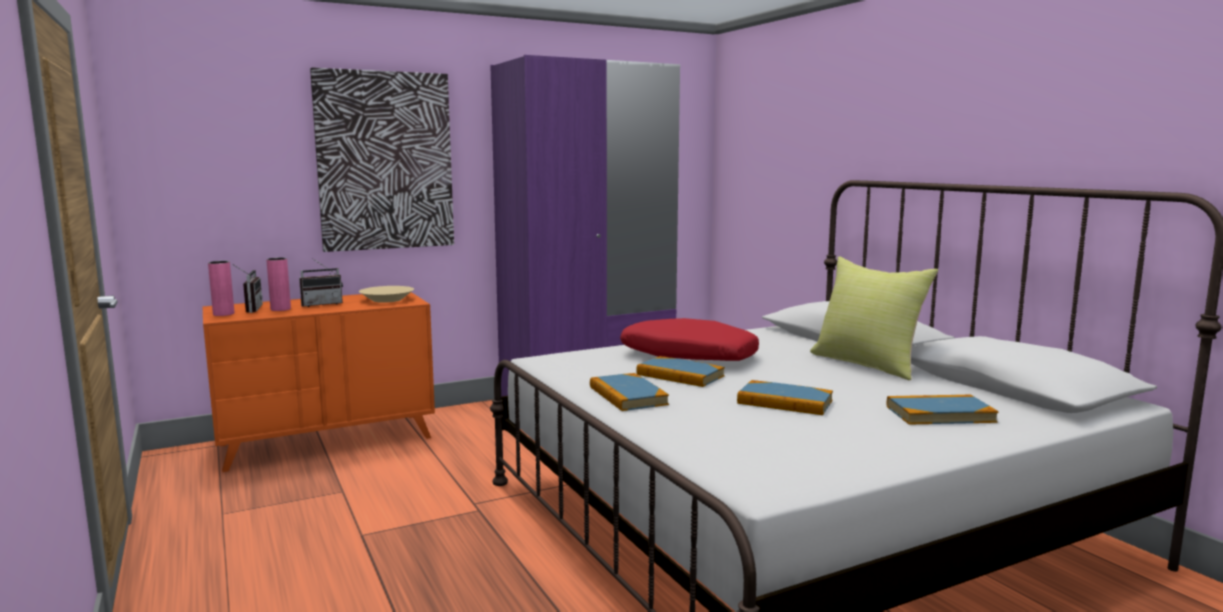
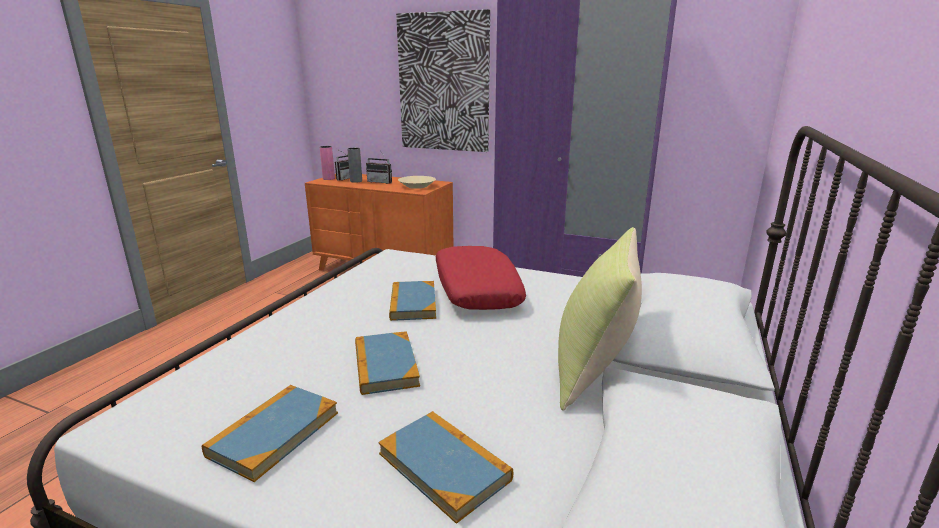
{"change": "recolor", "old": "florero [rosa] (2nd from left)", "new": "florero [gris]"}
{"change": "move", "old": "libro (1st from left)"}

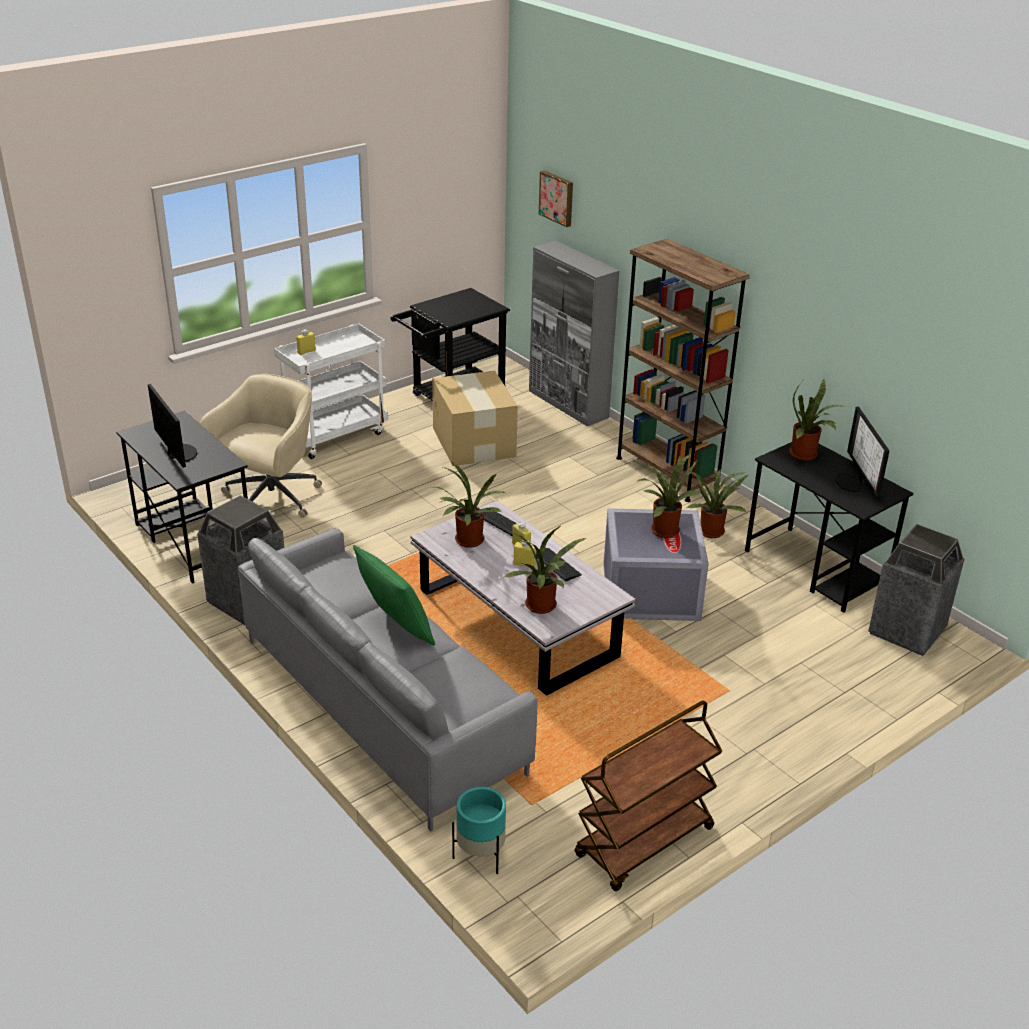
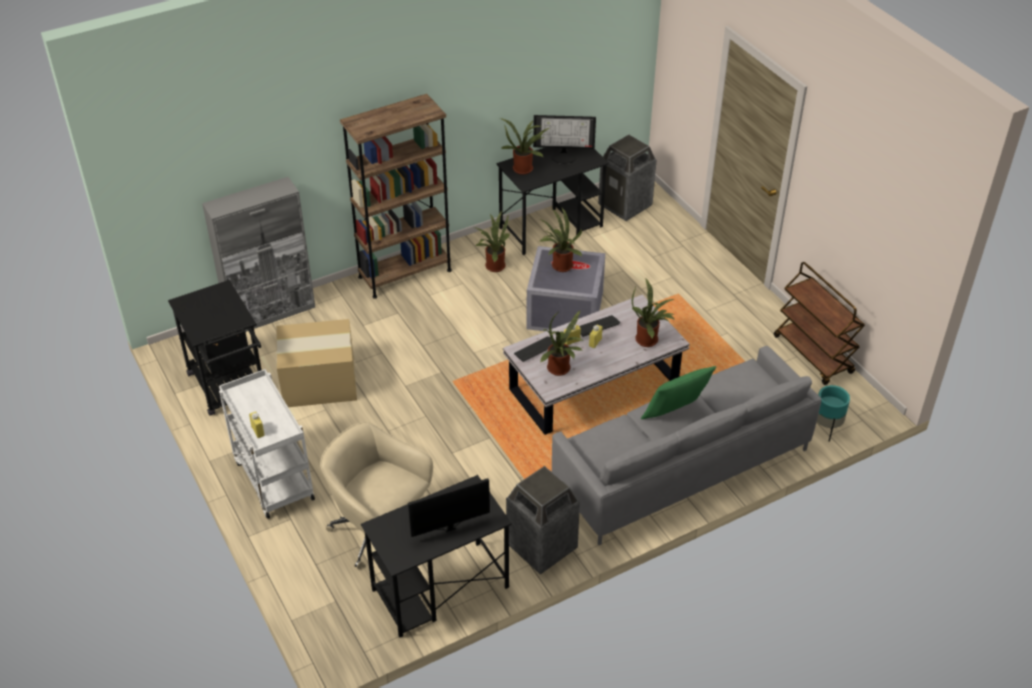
{"change": "delete", "old": "cuadro"}

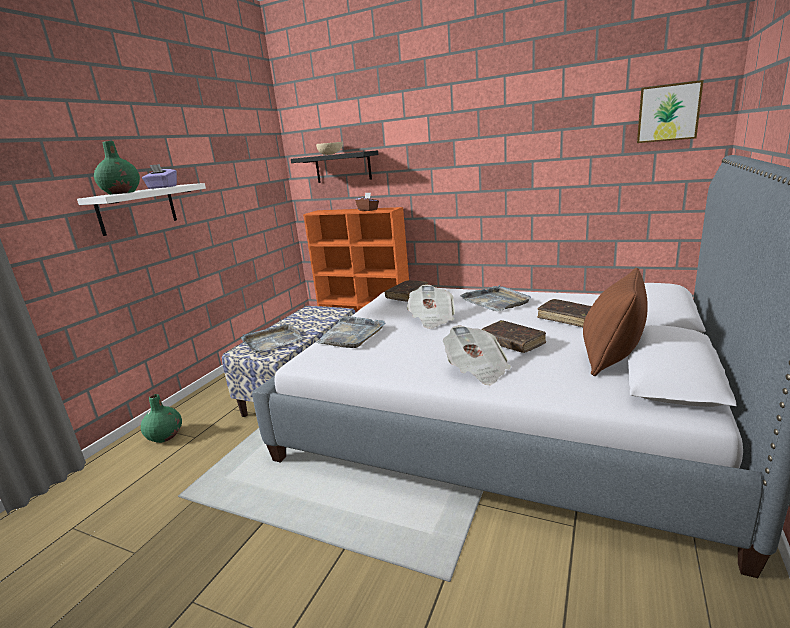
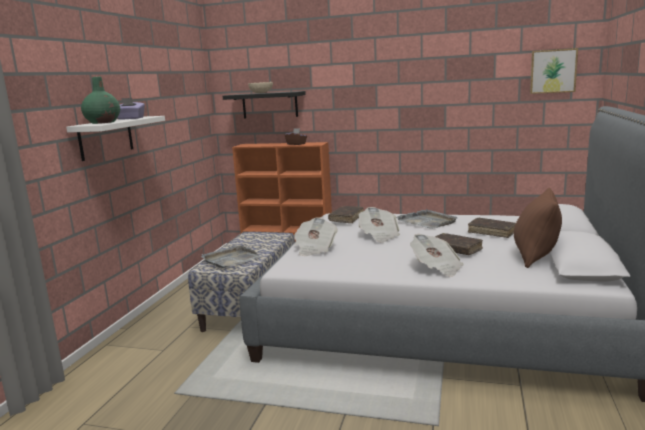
{"change": "delete", "old": "florero [verde] (2nd from left)"}
{"change": "replace", "old": "bandeja [gris] (2nd from left)", "new": "periódico (1st from left)"}

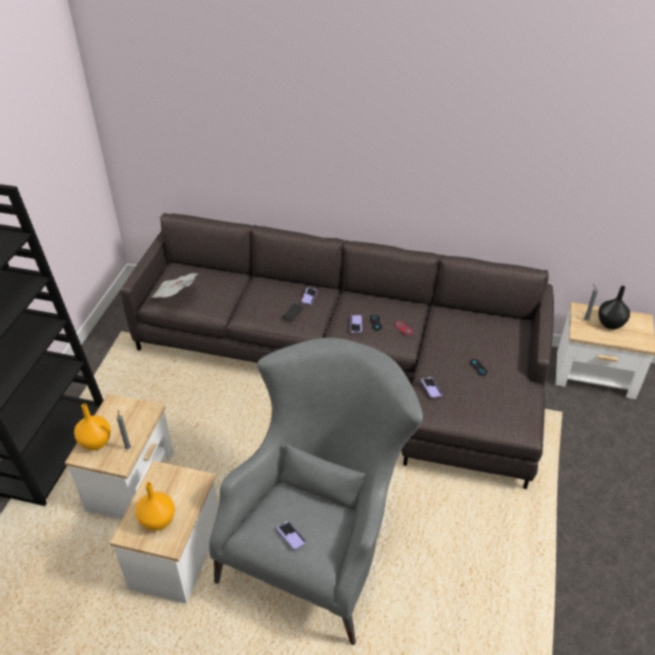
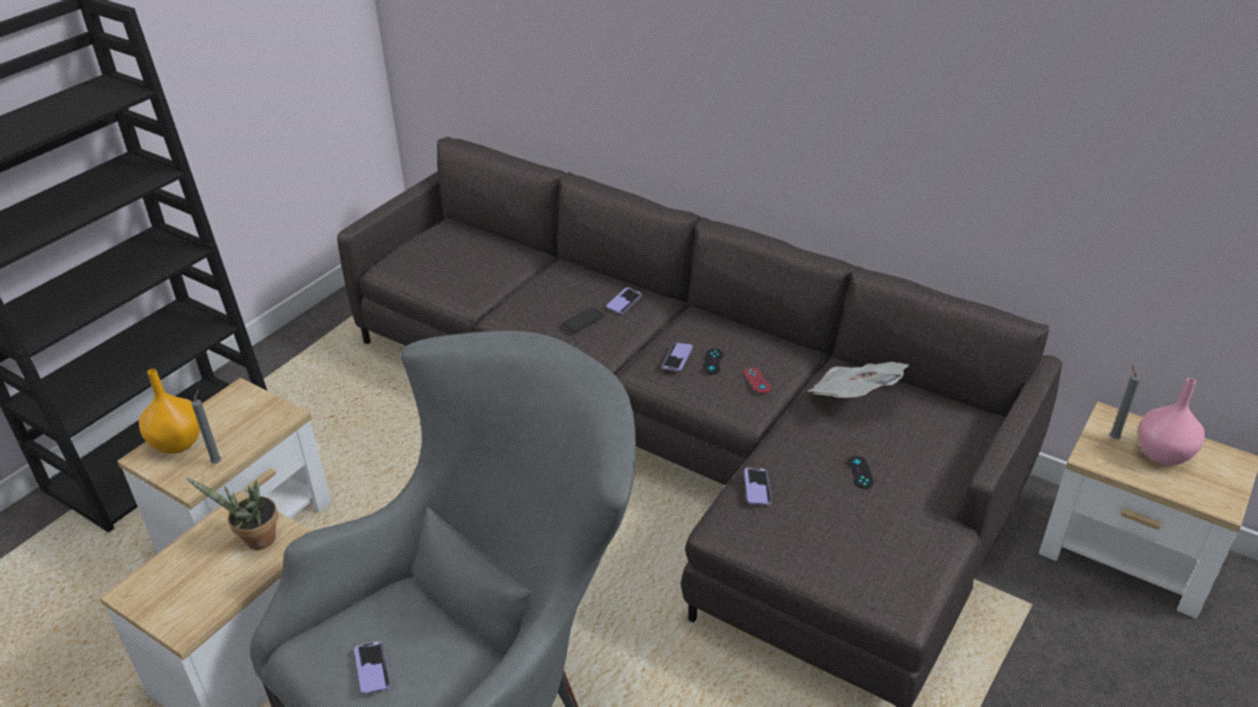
{"change": "delete", "old": "florero [naranja] (2nd from left)"}
{"change": "move", "old": "periódico"}
{"change": "recolor", "old": "florero [negro]", "new": "florero [rosa]"}
{"change": "insert", "new": "planta en maceta"}

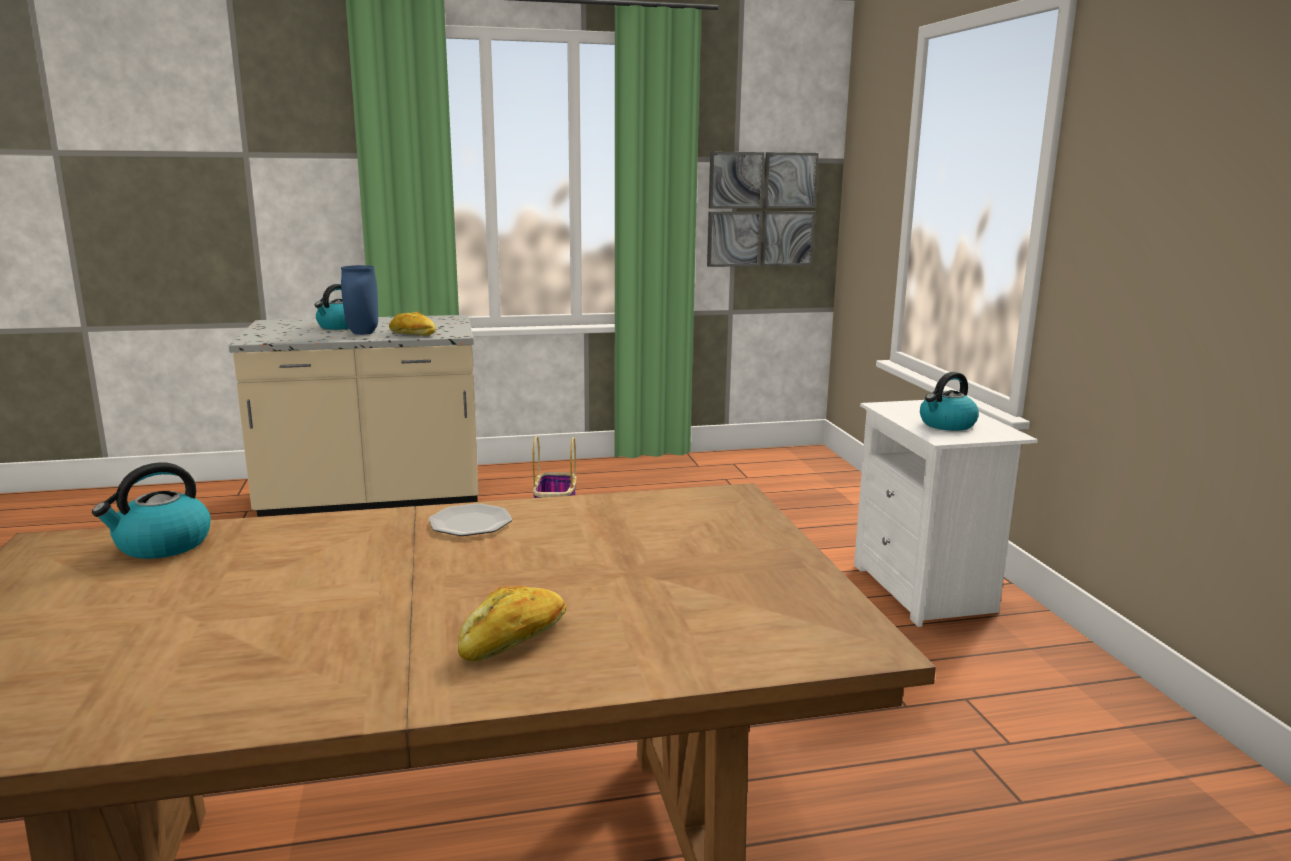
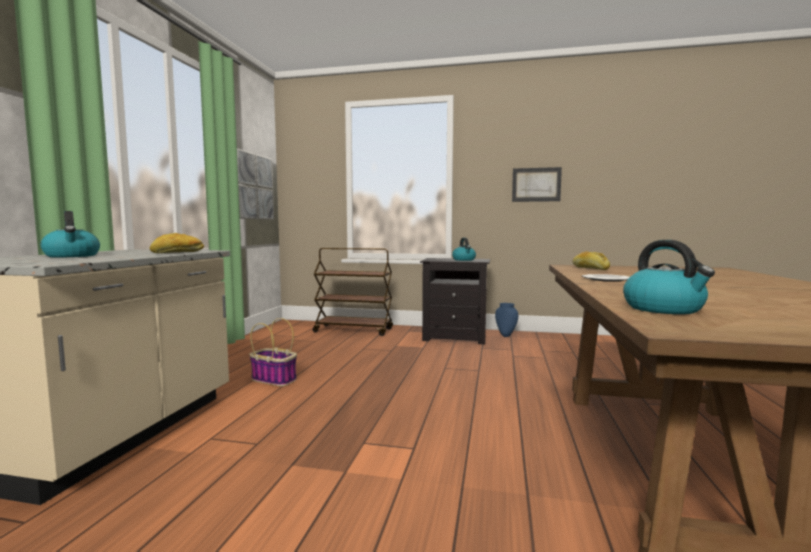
{"change": "move", "old": "florero [azul]"}
{"change": "move", "old": "pan (2nd from left)"}
{"change": "recolor", "old": "mesita de noche [blanco]", "new": "mesita de noche [negro]"}
{"change": "insert", "new": "carrito [marrón]"}
{"change": "insert", "new": "cuadro (2nd from left)"}

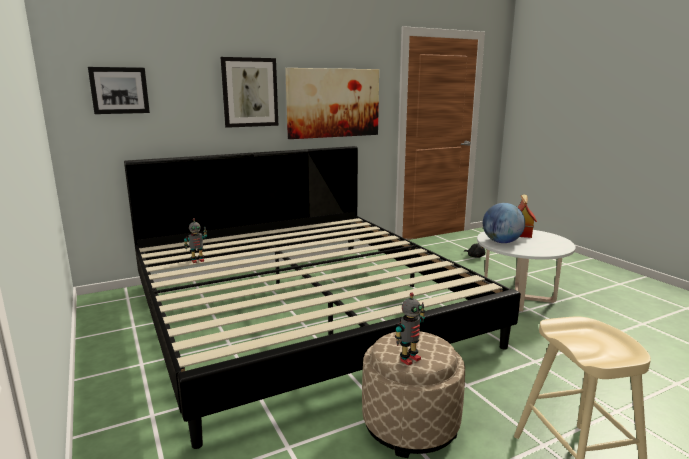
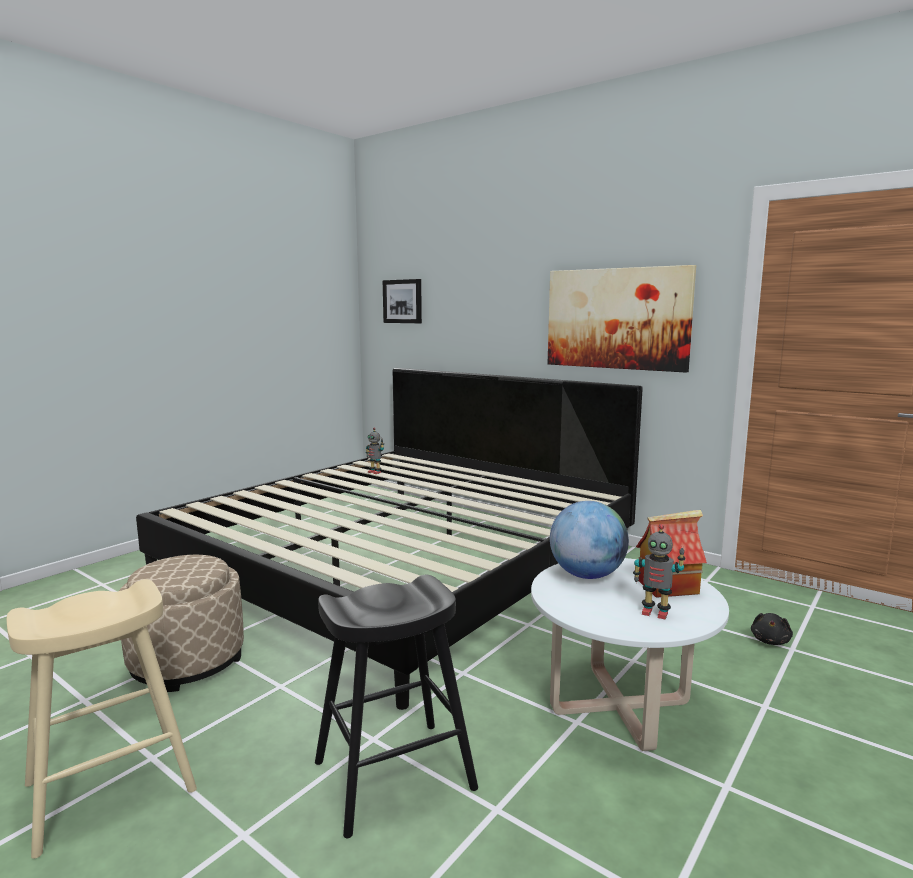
{"change": "delete", "old": "cuadro (2nd from left)"}
{"change": "move", "old": "robot de juguete (2nd from left)"}
{"change": "insert", "new": "taburete [negro]"}

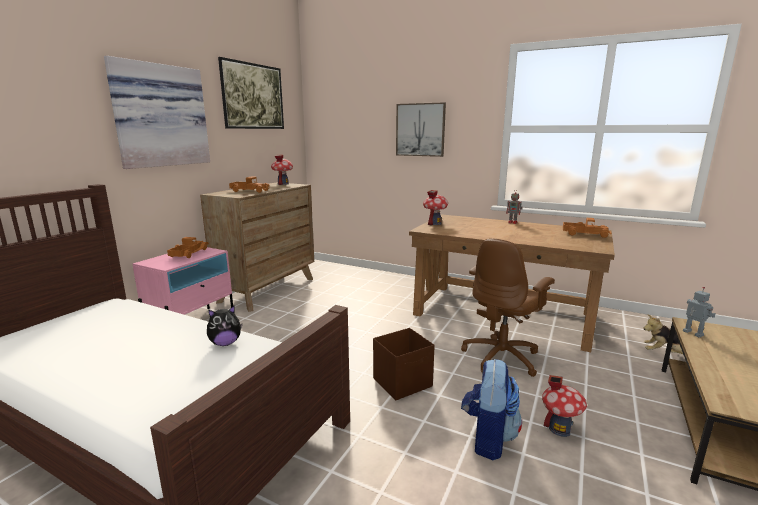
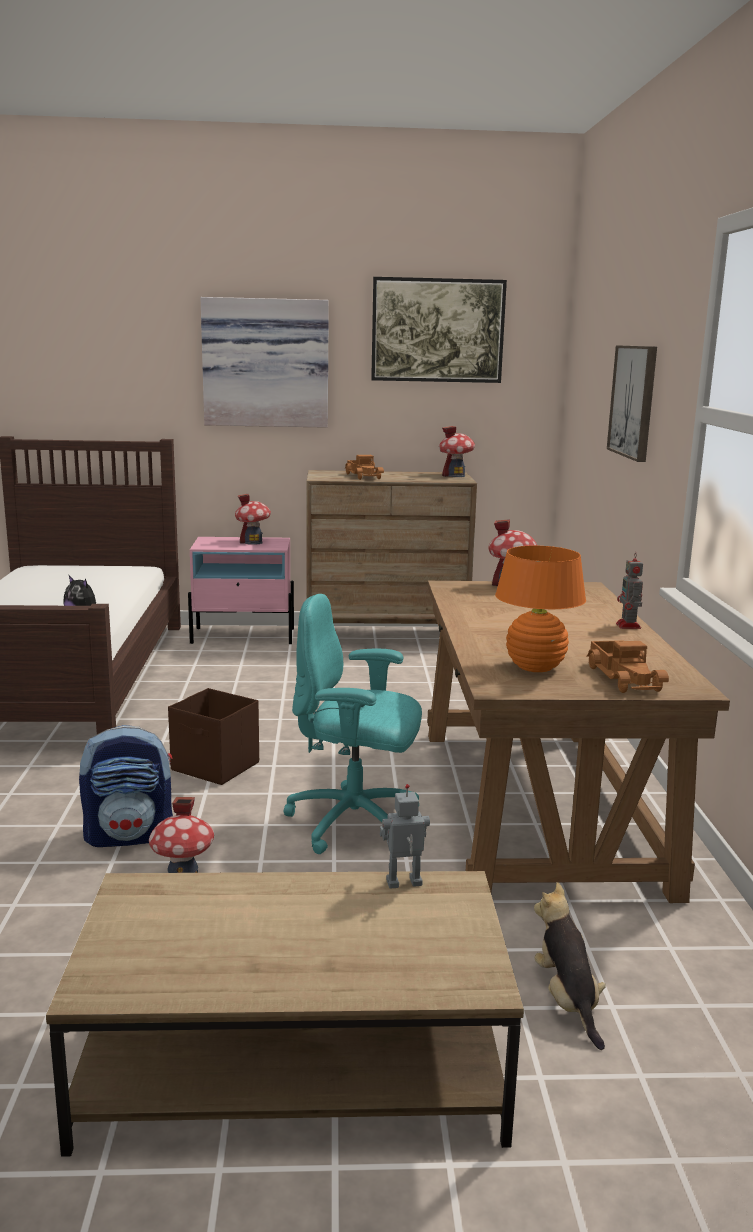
{"change": "replace", "old": "camión de juguete (1st from left)", "new": "casita (2nd from left)"}
{"change": "recolor", "old": "silla de oficina [marrón]", "new": "silla de oficina [turquesa]"}
{"change": "rotate", "old": "robot de juguete (2nd from left in the first image)", "degrees": -135}
{"change": "insert", "new": "lámpara de mesa [naranja]"}

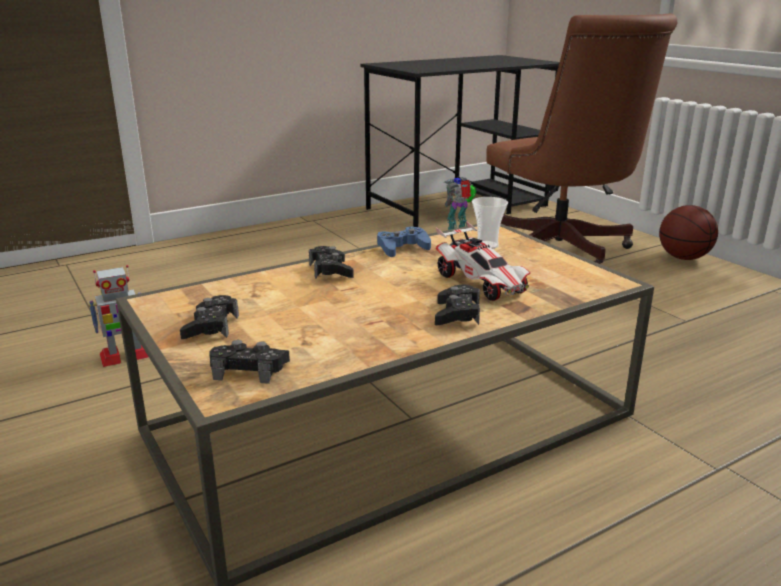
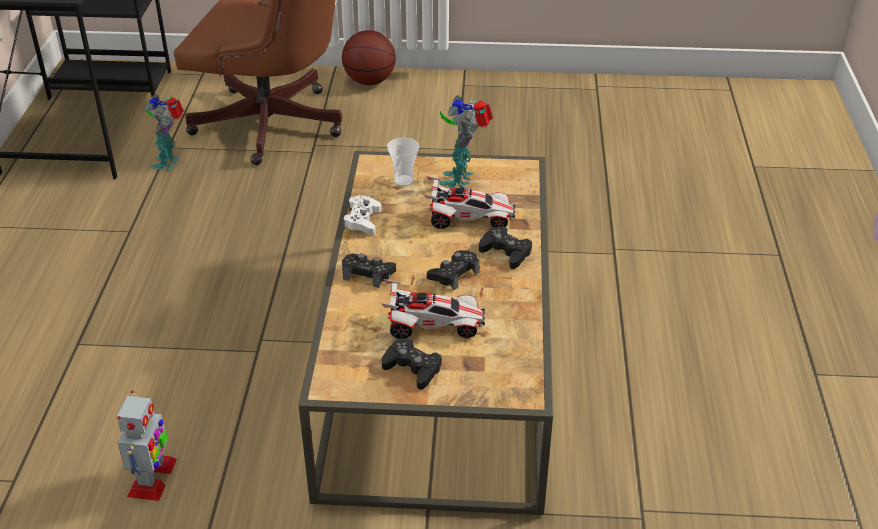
{"change": "move", "old": "mando de consola [negro] (2nd from left in the first image)", "new": "mando de consola [negro] (3rd from left)"}
{"change": "recolor", "old": "mando de consola [azul]", "new": "mando de consola [blanco]"}
{"change": "insert", "new": "coche de juguete (1st from left)"}
{"change": "insert", "new": "robot de juguete (3rd from left)"}

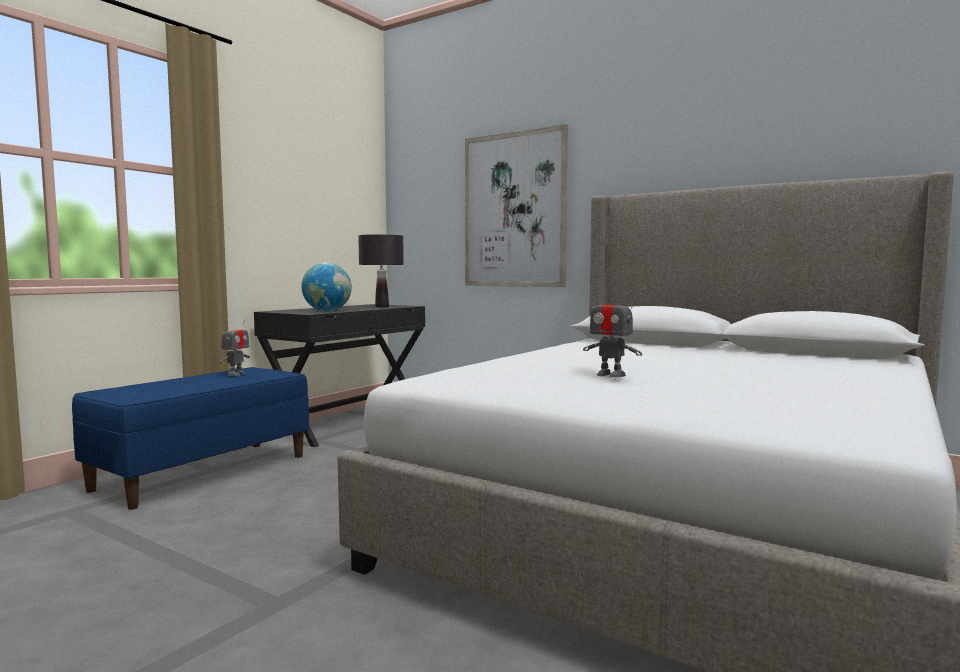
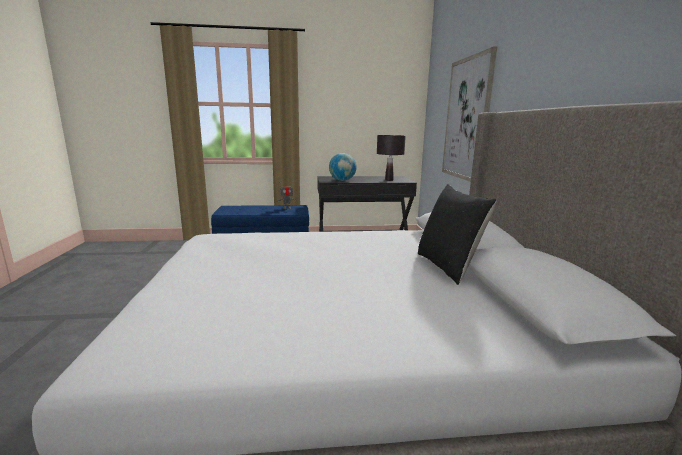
{"change": "delete", "old": "robot de juguete (2nd from left)"}
{"change": "insert", "new": "cojín [negro]"}

